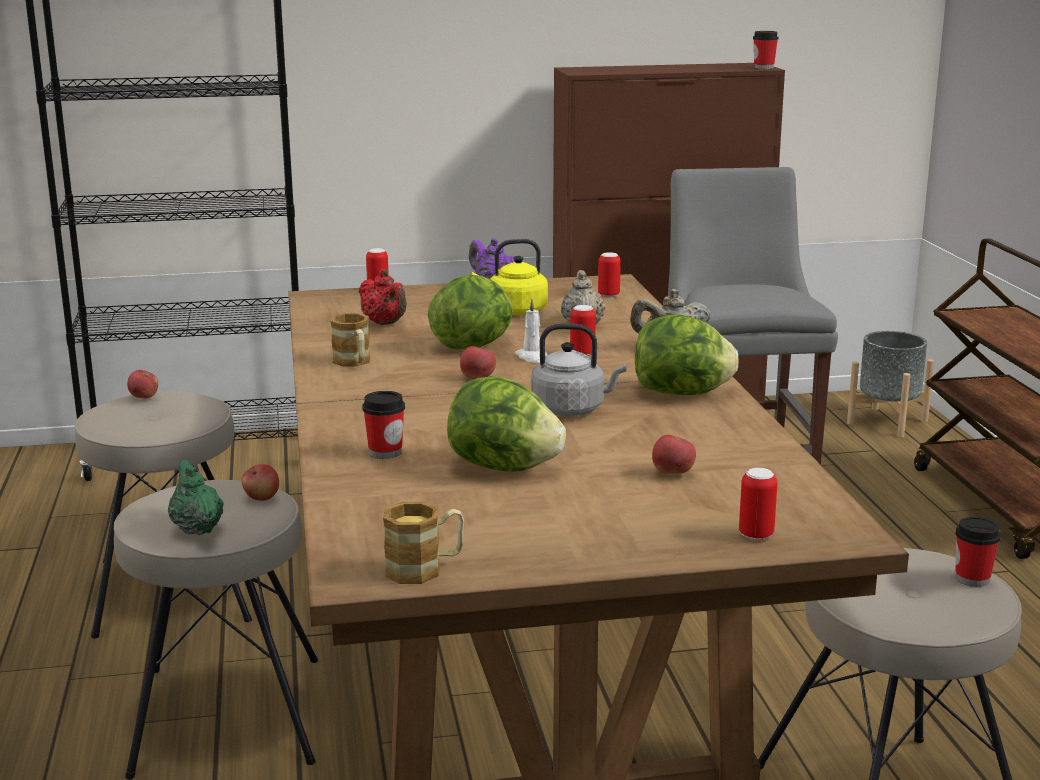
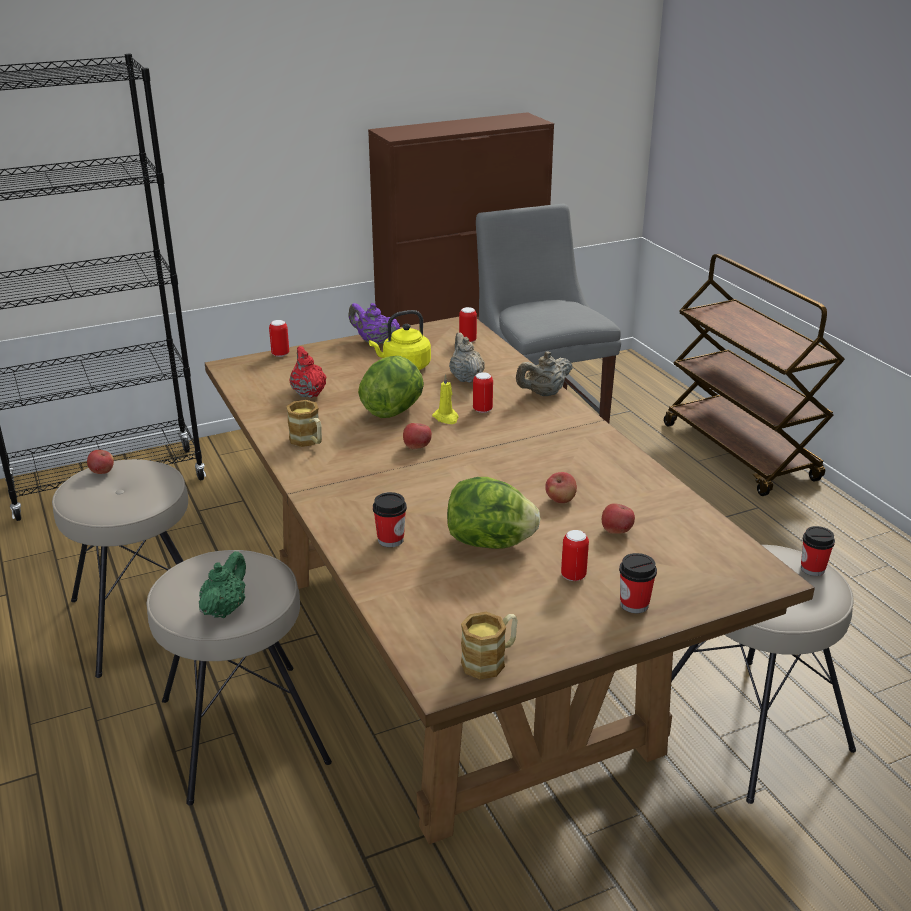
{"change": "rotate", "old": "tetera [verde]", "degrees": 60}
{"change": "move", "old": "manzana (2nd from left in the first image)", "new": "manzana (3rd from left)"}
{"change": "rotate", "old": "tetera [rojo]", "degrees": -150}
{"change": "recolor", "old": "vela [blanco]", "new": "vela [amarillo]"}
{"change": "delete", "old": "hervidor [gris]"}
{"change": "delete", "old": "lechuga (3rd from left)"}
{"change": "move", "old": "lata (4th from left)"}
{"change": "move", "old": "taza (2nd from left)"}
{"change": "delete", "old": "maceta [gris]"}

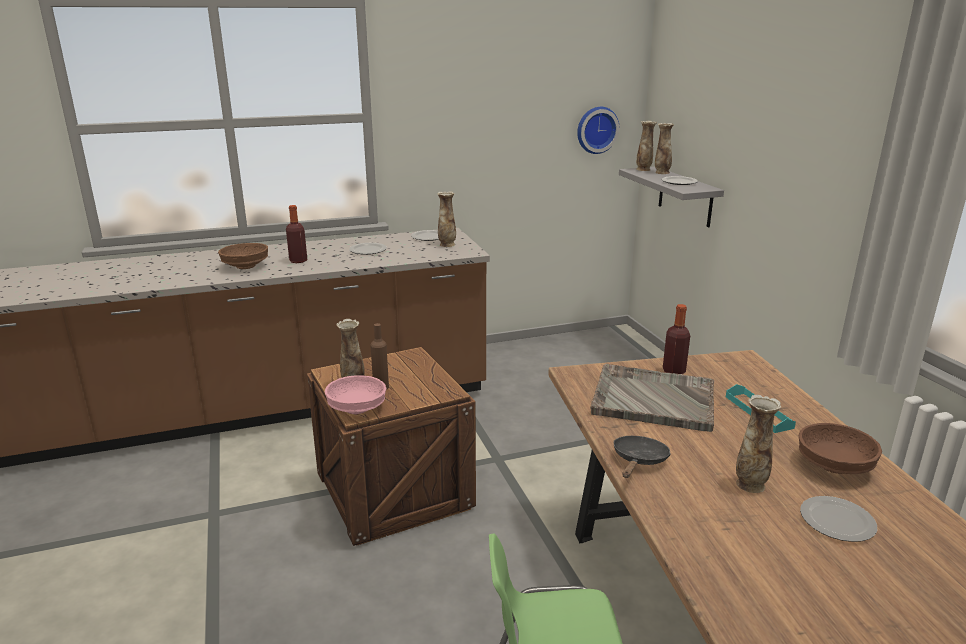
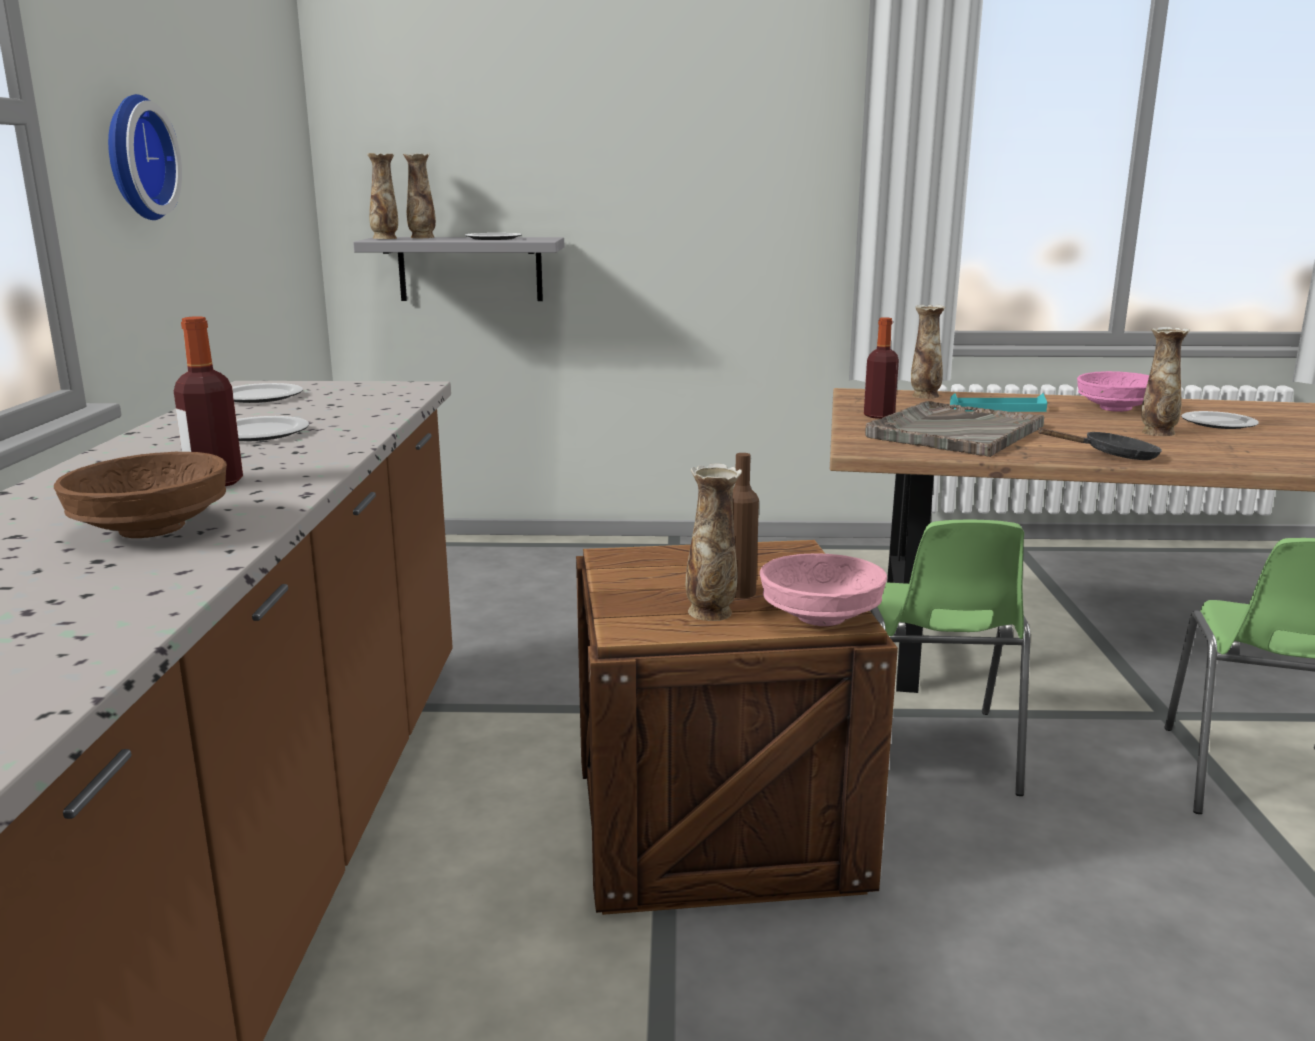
{"change": "move", "old": "florero (2nd from left in the first image)", "new": "florero (4th from left)"}
{"change": "move", "old": "reloj de pared"}
{"change": "rotate", "old": "sartén [negro]", "degrees": 135}
{"change": "recolor", "old": "cuenco [marrón] (2nd from left)", "new": "cuenco [rosa] (2nd from left)"}
{"change": "insert", "new": "silla [verde] (1st from left)"}

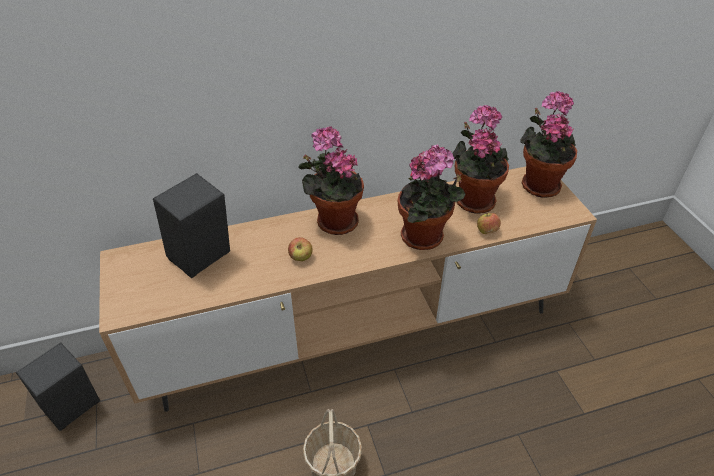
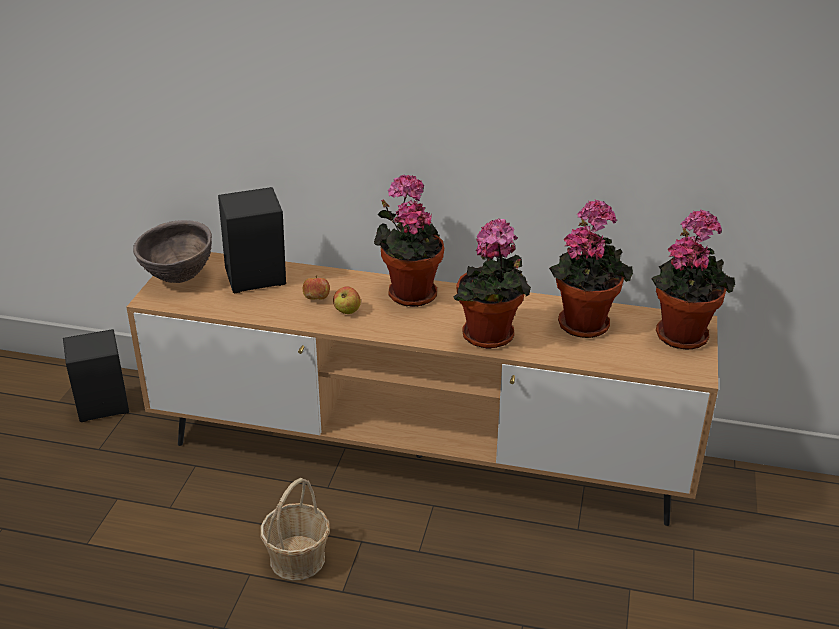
{"change": "move", "old": "manzana (2nd from left in the first image)", "new": "manzana (1st from left)"}
{"change": "insert", "new": "cuenco [marrón]"}

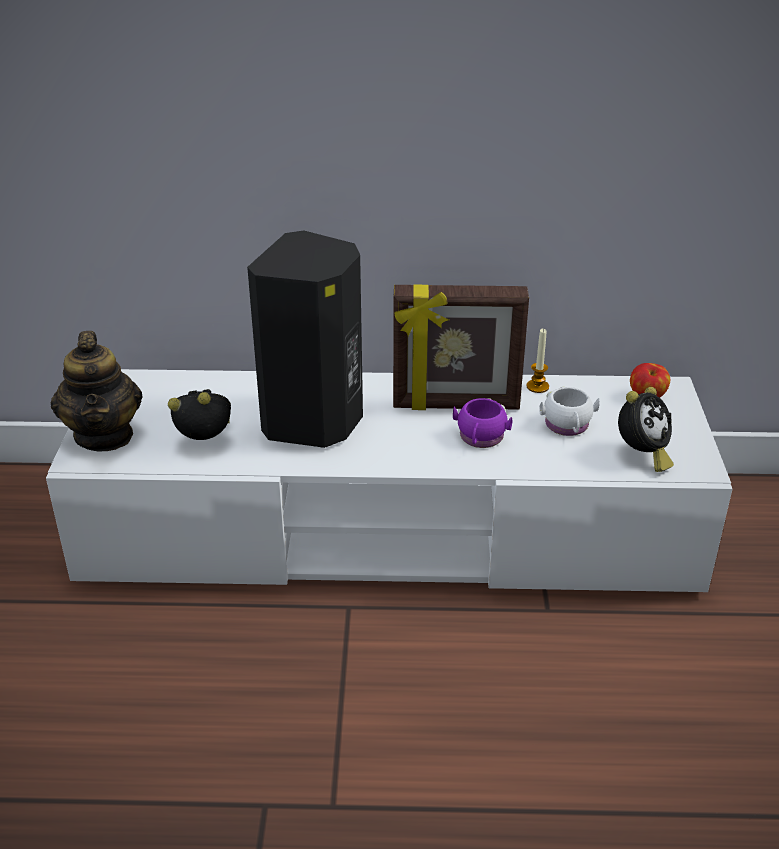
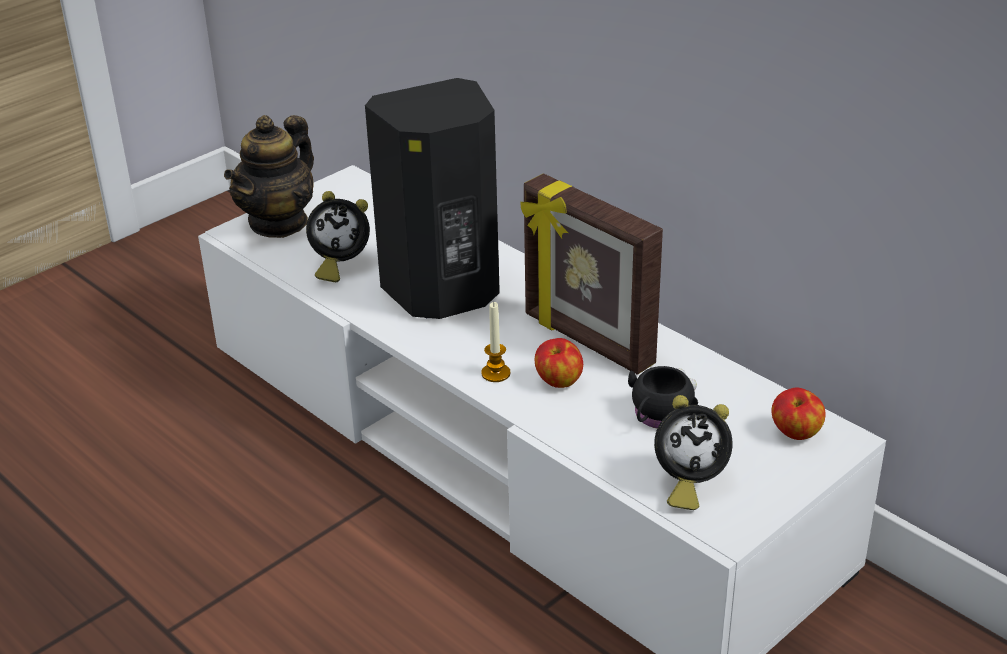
{"change": "rotate", "old": "despertador (1st from left)", "degrees": 135}
{"change": "replace", "old": "taza grande [morado]", "new": "manzana (1st from left)"}
{"change": "move", "old": "vela"}
{"change": "recolor", "old": "taza grande [blanco]", "new": "taza grande [negro]"}

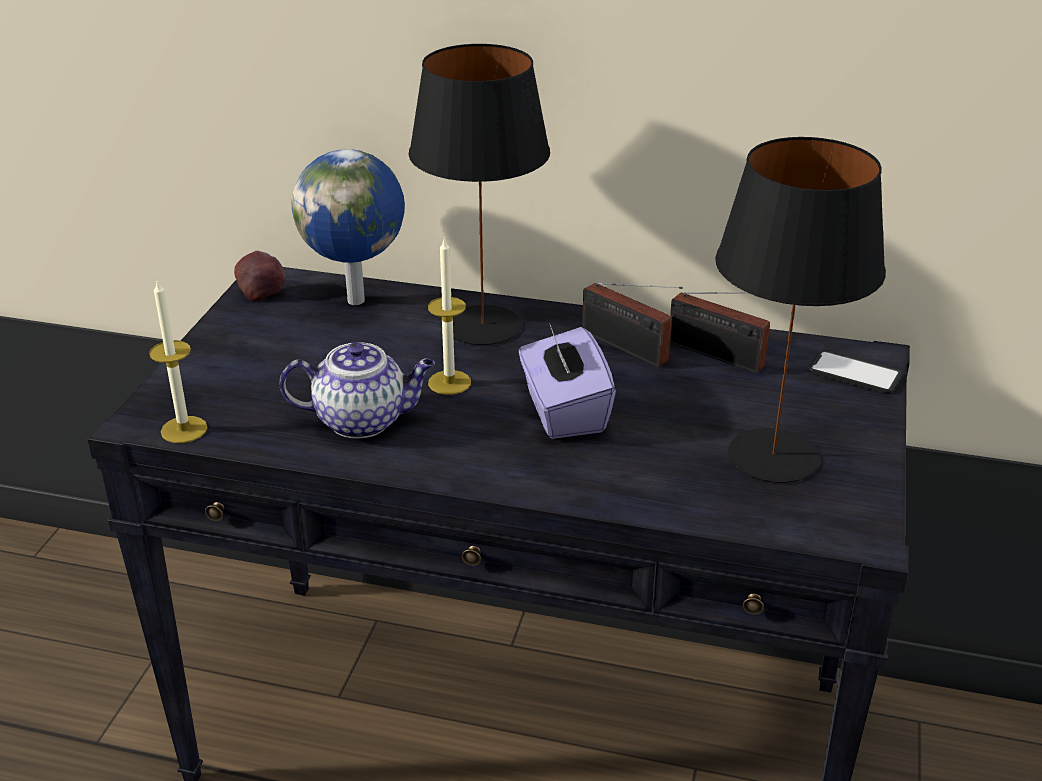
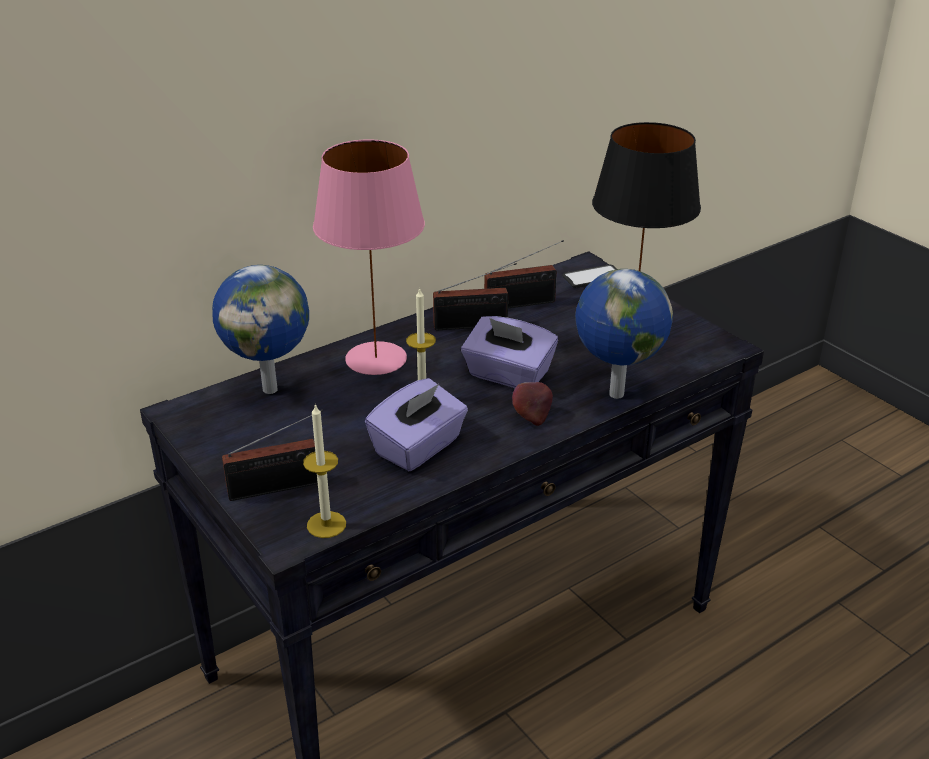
{"change": "move", "old": "manzana"}
{"change": "replace", "old": "tetera", "new": "caja de pañuelos [morado] (1st from left)"}
{"change": "recolor", "old": "lámpara de mesa [negro] (1st from left)", "new": "lámpara de mesa [rosa]"}
{"change": "insert", "new": "radio (1st from left)"}
{"change": "insert", "new": "globo terráqueo (2nd from left)"}

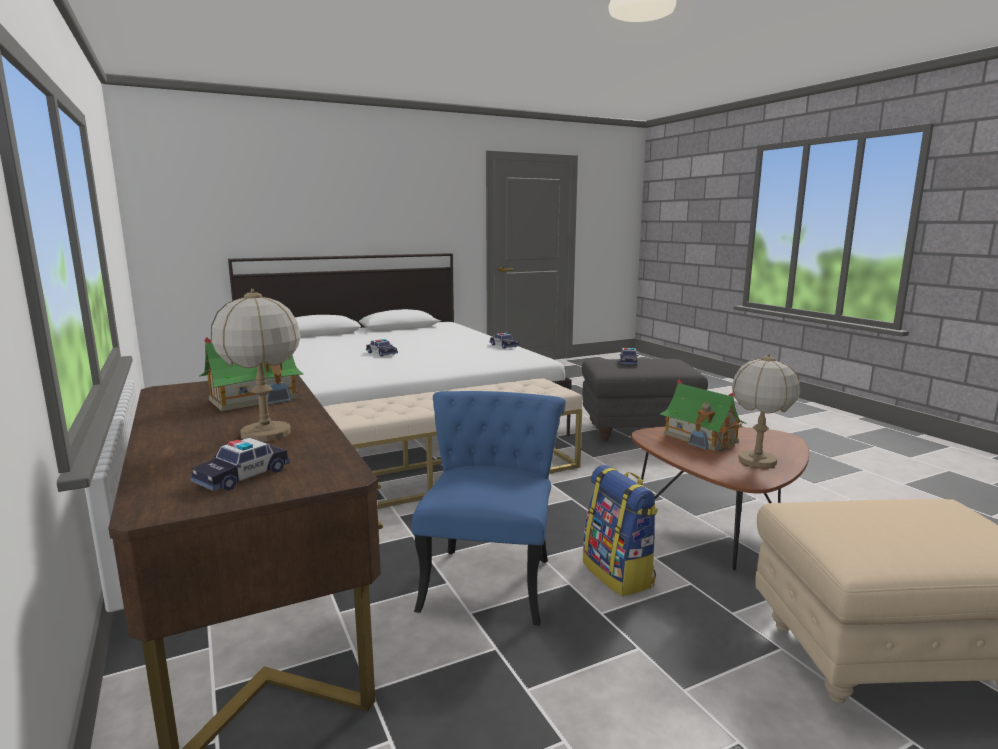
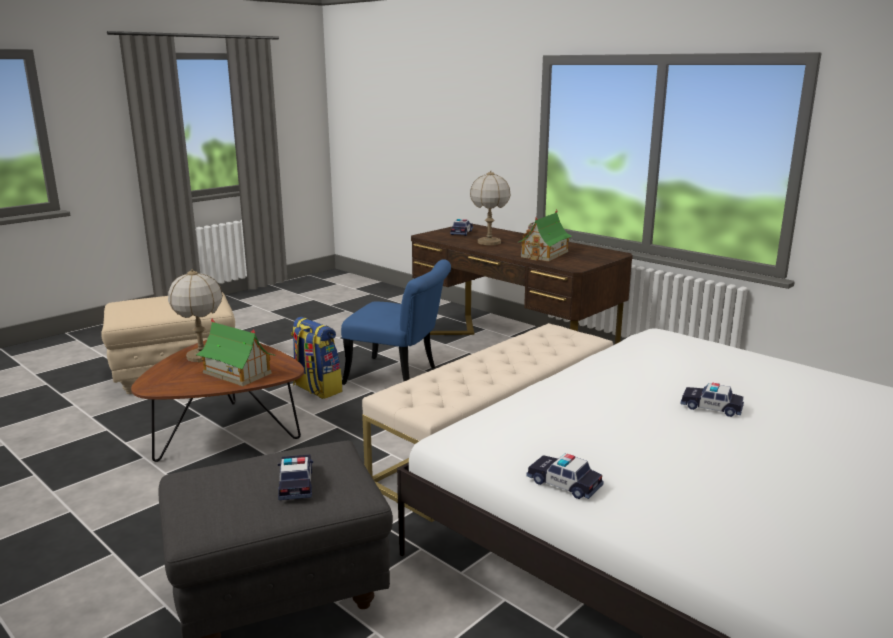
{"change": "rotate", "old": "silla [azul]", "degrees": -60}

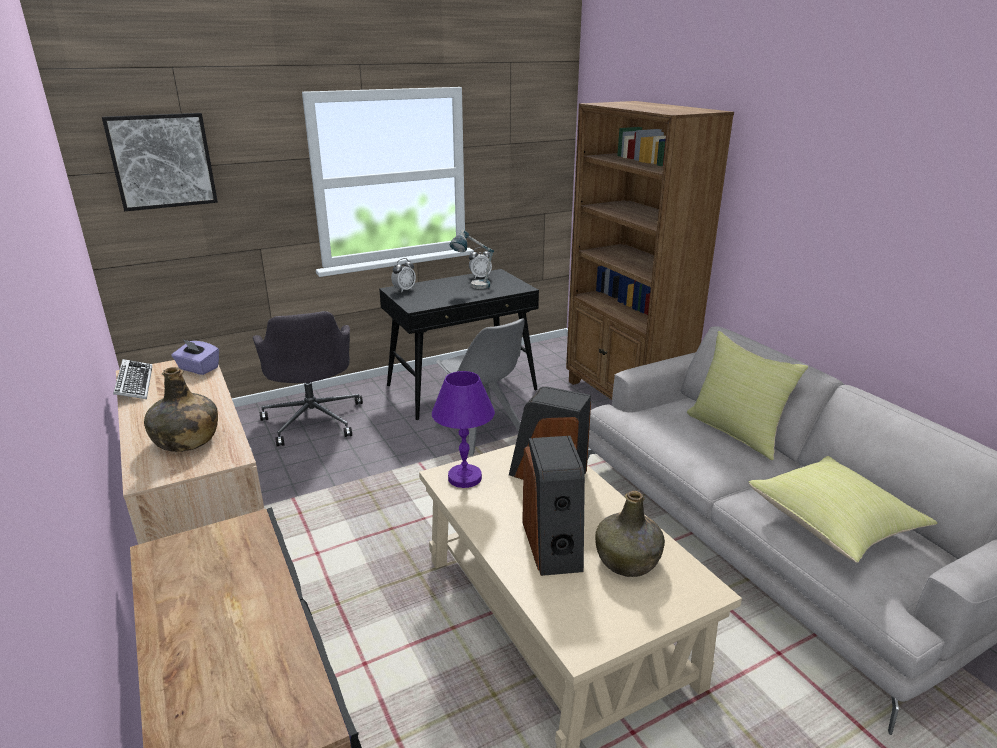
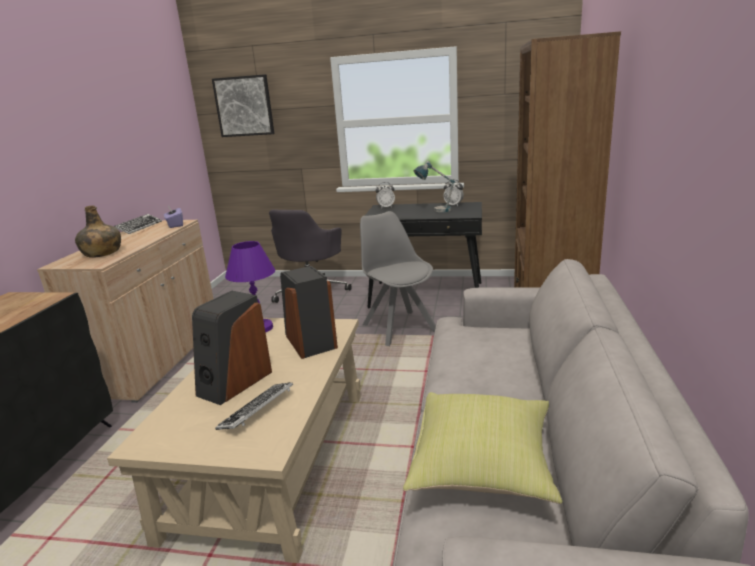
{"change": "rotate", "old": "silla [gris]", "degrees": 150}
{"change": "replace", "old": "botella [verde] (2nd from left)", "new": "teclado (2nd from left)"}
{"change": "delete", "old": "cojín [amarillo] (1st from left)"}

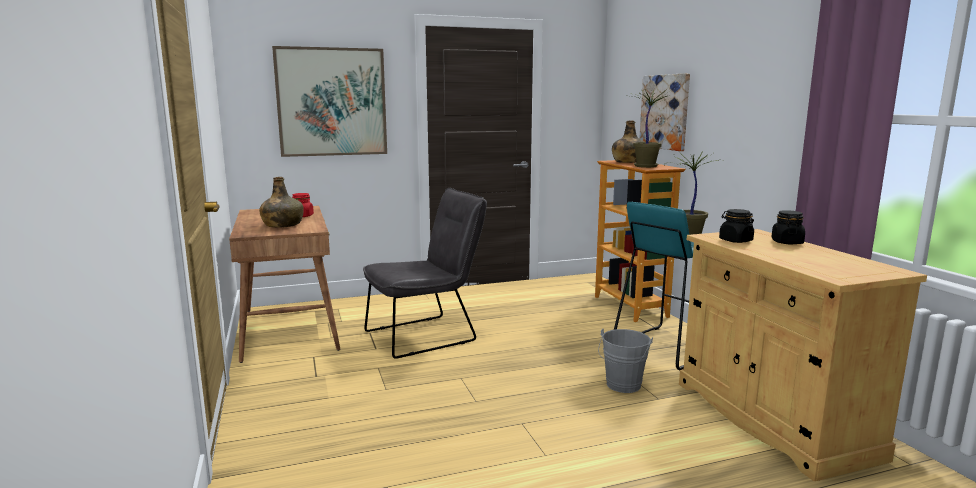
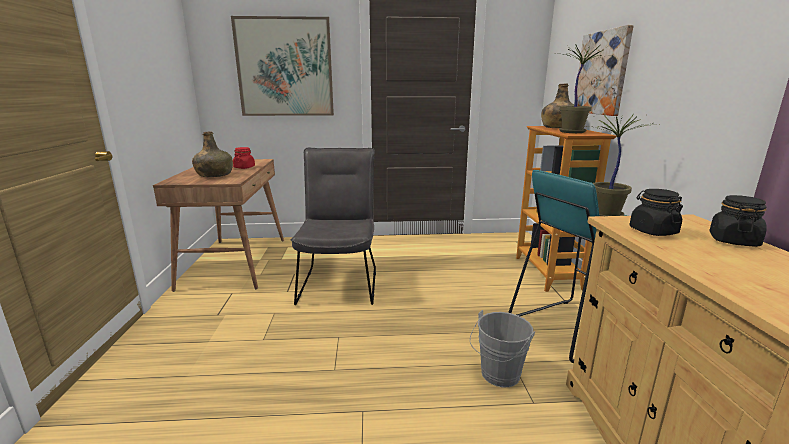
{"change": "rotate", "old": "silla [gris]", "degrees": -75}

